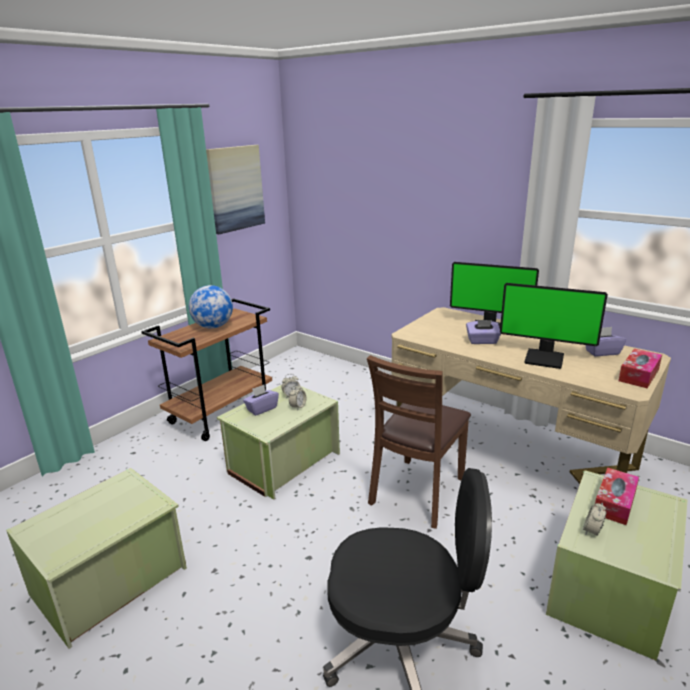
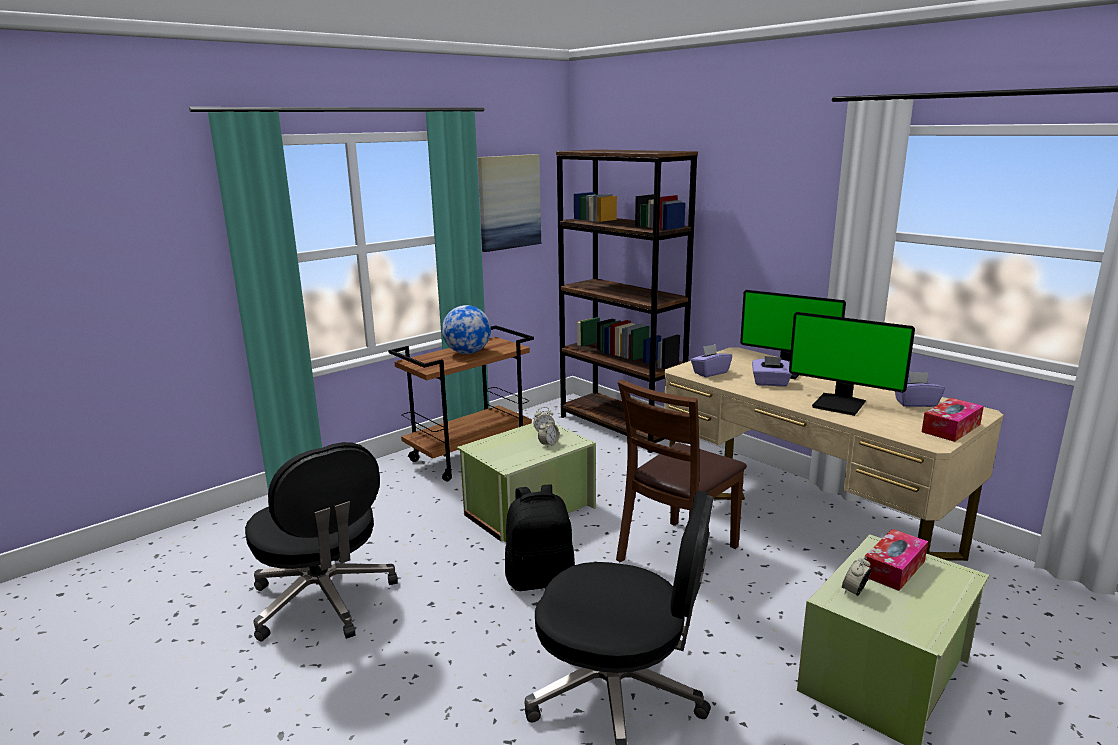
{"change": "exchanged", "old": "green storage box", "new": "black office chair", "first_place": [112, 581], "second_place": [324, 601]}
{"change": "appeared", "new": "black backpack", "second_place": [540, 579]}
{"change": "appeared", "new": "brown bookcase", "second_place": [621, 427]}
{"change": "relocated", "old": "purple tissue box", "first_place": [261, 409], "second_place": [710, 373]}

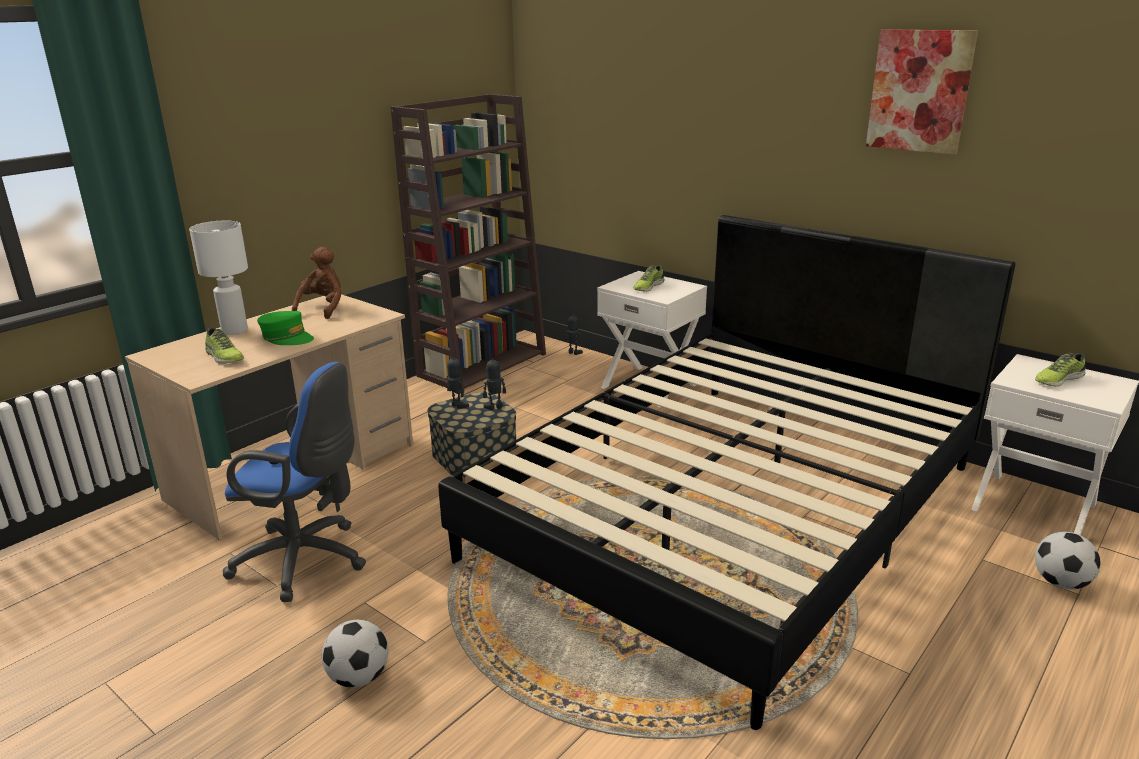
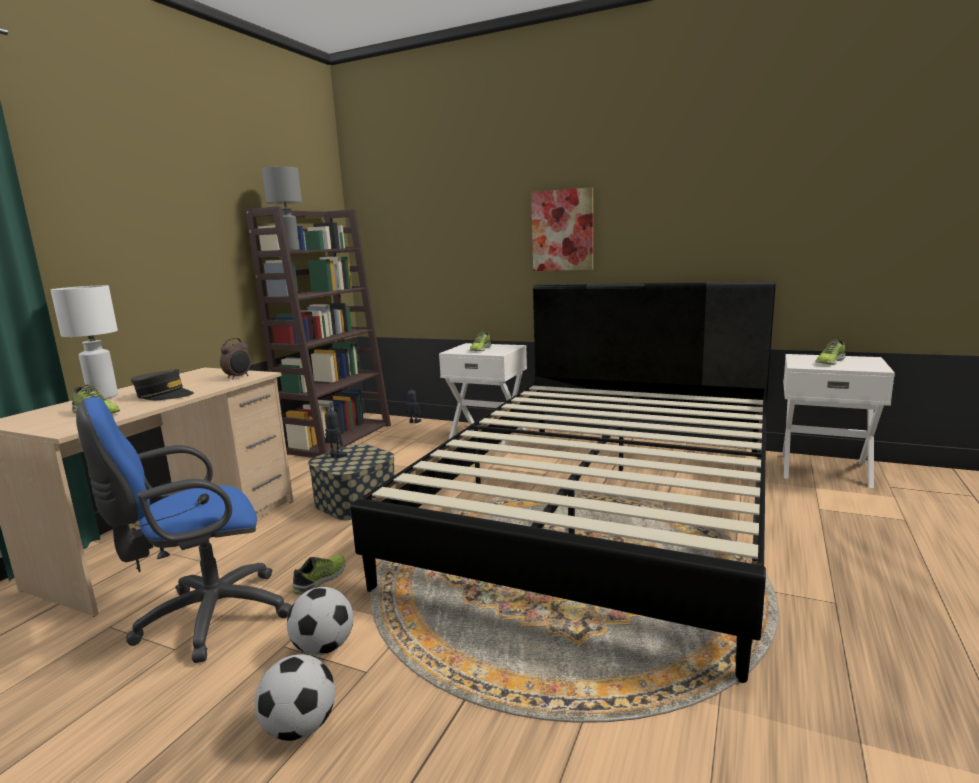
{"change": "spun", "old": "blue office chair", "first_place": [307, 561], "second_place": [206, 618], "degrees": 150}
{"change": "colour", "old": "green cap", "new": "grey cap", "first_place": [287, 337], "second_place": [164, 395]}
{"change": "appeared", "new": "alarm clock", "second_place": [238, 377]}
{"change": "appeared", "new": "grey table lamp", "second_place": [290, 250]}
{"change": "relocated", "old": "football", "first_place": [1060, 583], "second_place": [324, 648]}
{"change": "appeared", "new": "shoe", "second_place": [321, 579]}
{"change": "relocated", "old": "picture", "first_place": [919, 91], "second_place": [562, 230]}
{"change": "missing", "old": "brown plush toy", "first_place": [323, 308]}
{"change": "missing", "old": "toy robot", "first_place": [495, 407]}

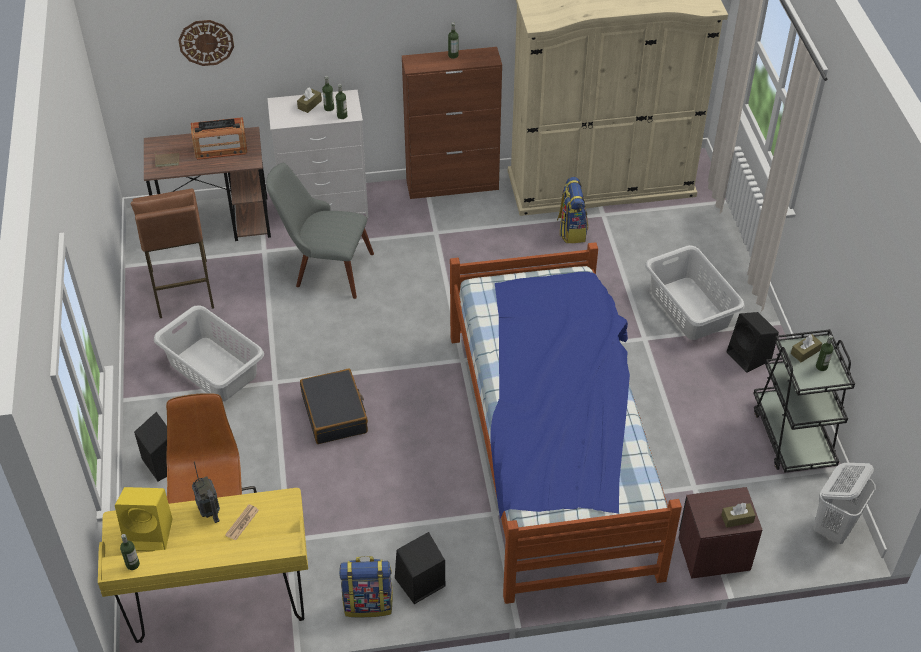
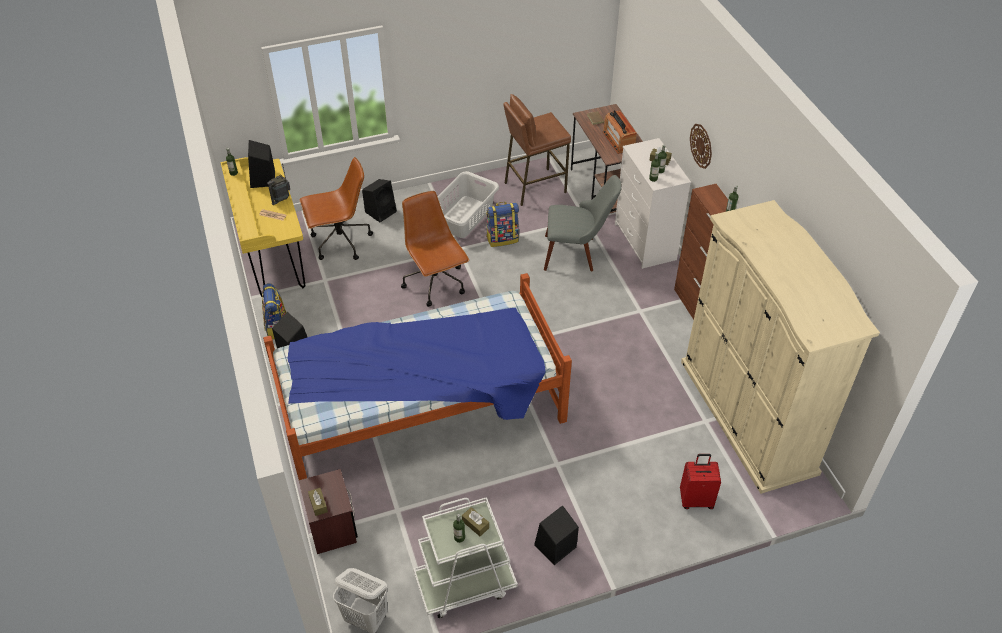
{"change": "colour", "old": "yellow speaker", "new": "black speaker", "first_place": [150, 534], "second_place": [263, 179]}
{"change": "exchanged", "old": "black suitcase", "new": "brown office chair", "first_place": [335, 414], "second_place": [435, 284]}
{"change": "colour", "old": "black cart", "new": "white cart", "first_place": [792, 436], "second_place": [465, 584]}
{"change": "relocated", "old": "backpack", "first_place": [571, 230], "second_place": [502, 238]}
{"change": "spun", "old": "grey chair", "first_place": [324, 268], "second_place": [577, 253], "degrees": 90}
{"change": "appeared", "new": "red suitcase", "second_place": [696, 499]}
{"change": "relocated", "old": "wall clock", "first_place": [206, 42], "second_place": [701, 146]}
{"change": "missing", "old": "grey laundry basket", "first_place": [689, 309]}

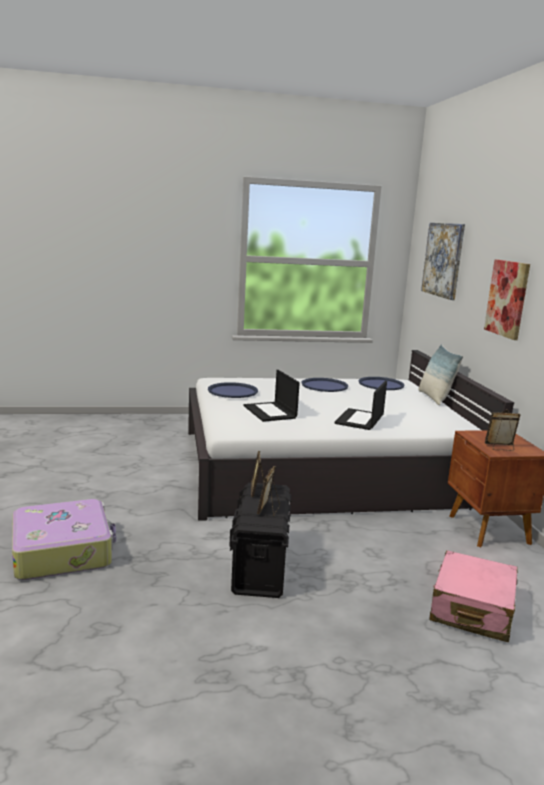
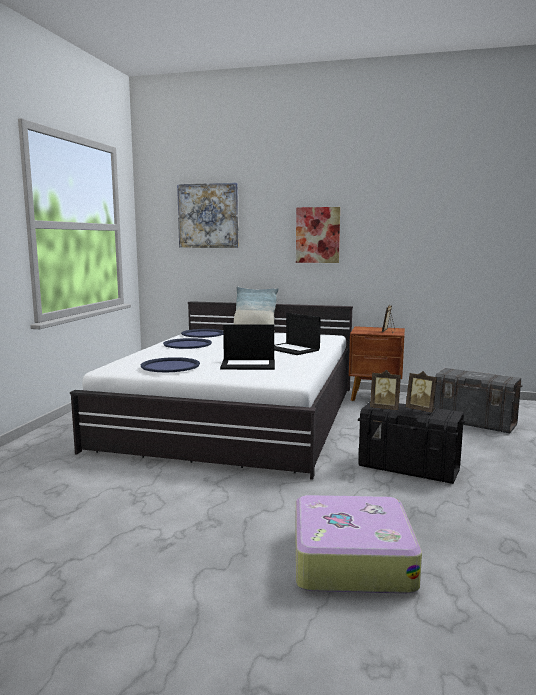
{"change": "exchanged", "old": "pink suitcase", "new": "grey storage box", "first_place": [472, 609], "second_place": [474, 422]}

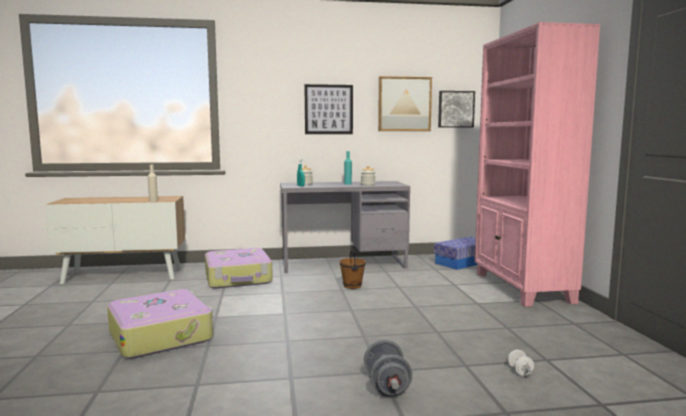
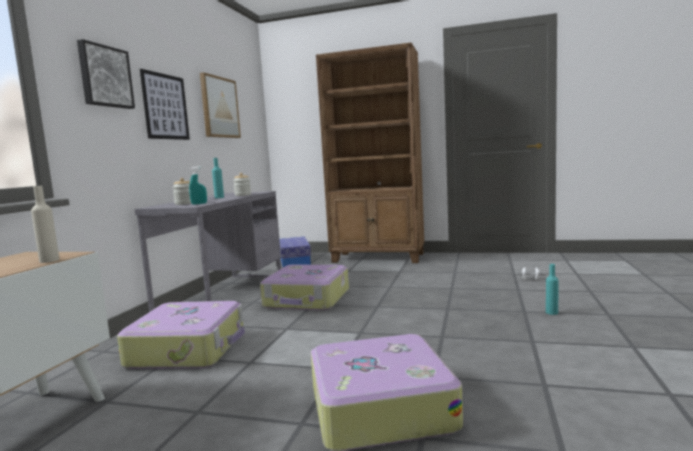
{"change": "relocated", "old": "picture", "first_place": [455, 109], "second_place": [105, 76]}
{"change": "exchanged", "old": "brown bucket", "new": "suitcase", "first_place": [352, 286], "second_place": [307, 299]}
{"change": "colour", "old": "pink bookcase", "new": "brown bookcase", "first_place": [522, 288], "second_place": [378, 258]}
{"change": "exchanged", "old": "grey dumbbell", "new": "turquoise bottle", "first_place": [387, 386], "second_place": [552, 312]}

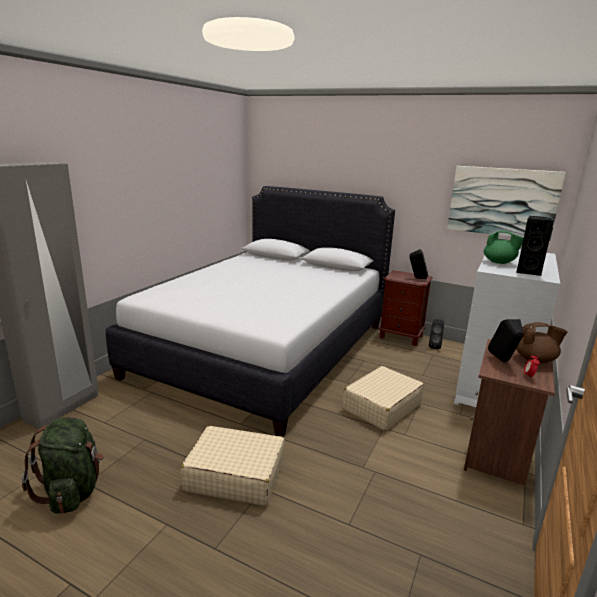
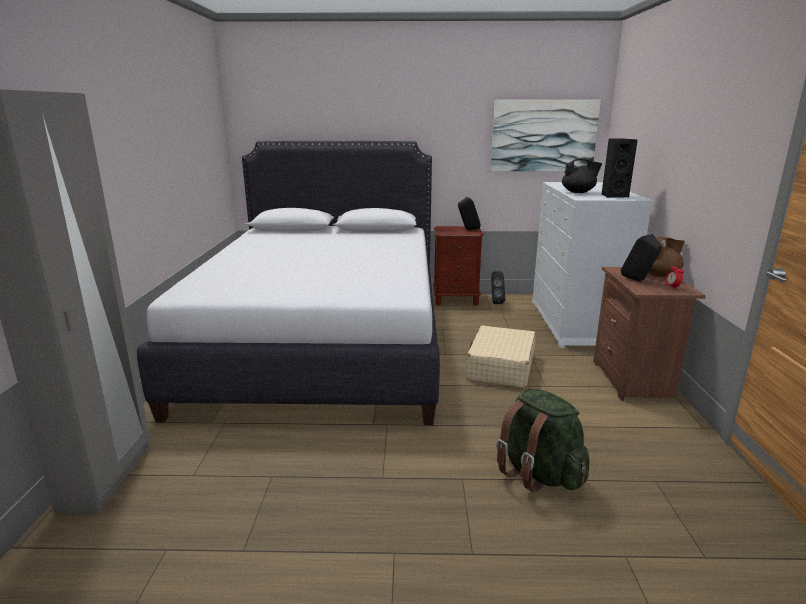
{"change": "relocated", "old": "green backpack", "first_place": [72, 491], "second_place": [538, 474]}
{"change": "colour", "old": "green teapot", "new": "black teapot", "first_place": [499, 262], "second_place": [578, 192]}
{"change": "missing", "old": "beige suitcase", "first_place": [235, 475]}

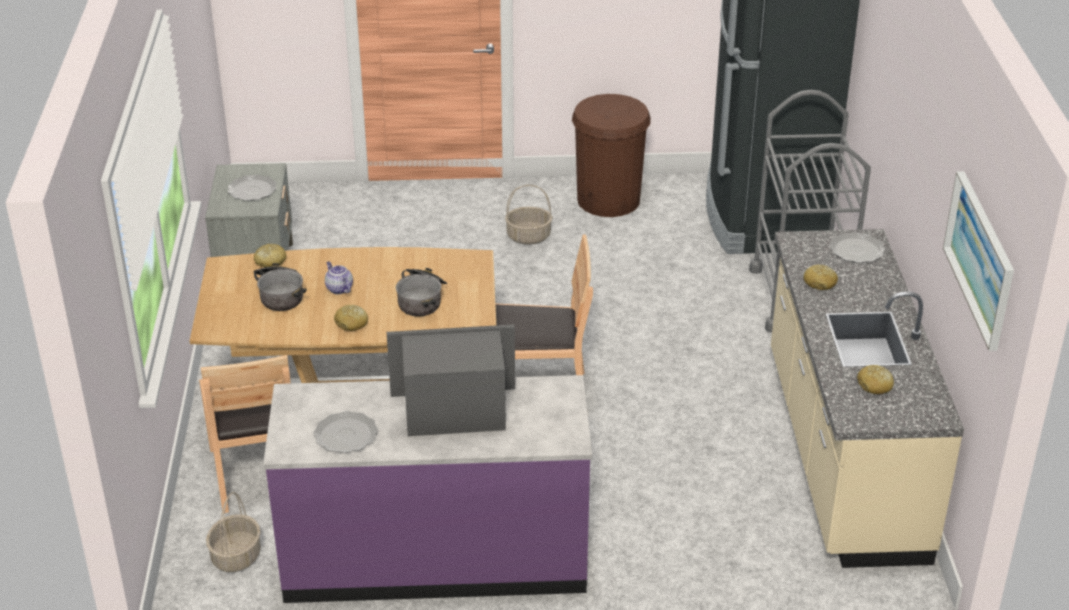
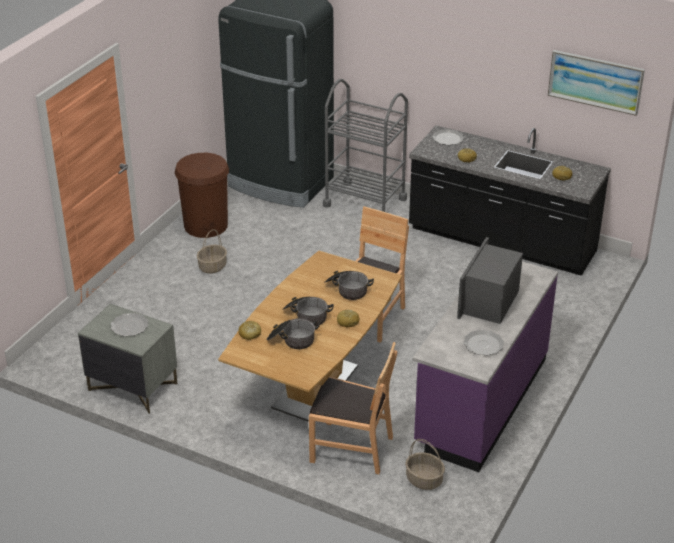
{"change": "exchanged", "old": "teapot", "new": "cooking pot", "first_place": [338, 288], "second_place": [306, 316]}
{"change": "colour", "old": "beige counter", "new": "black counter", "first_place": [842, 454], "second_place": [501, 242]}

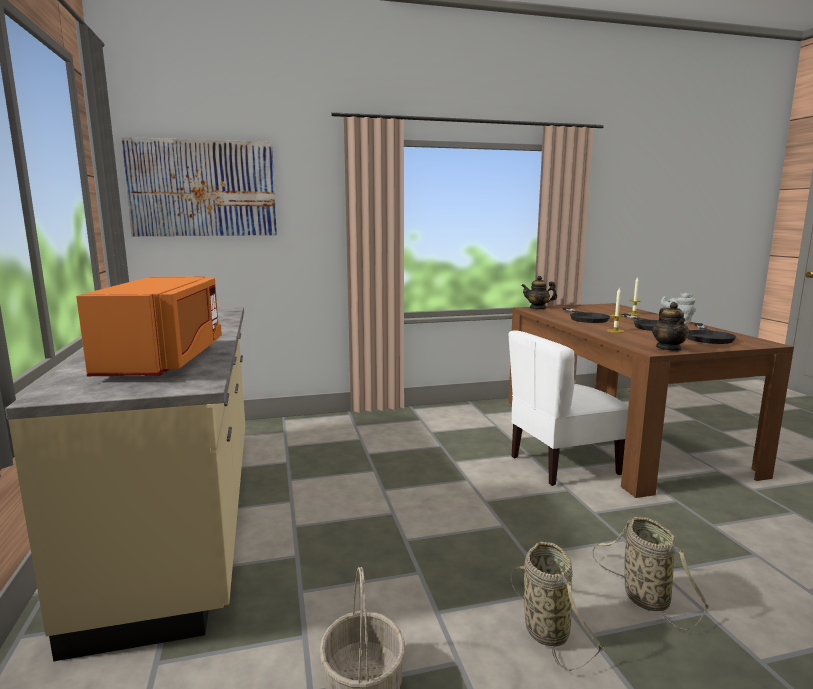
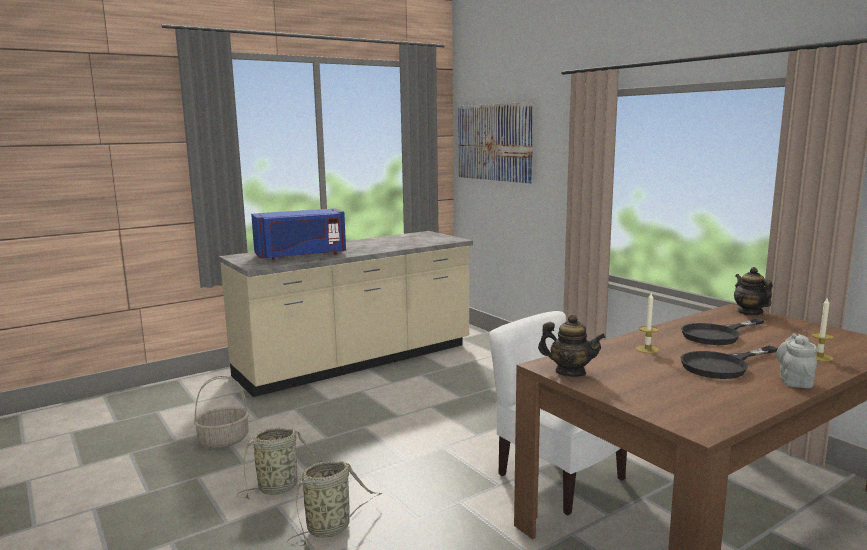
{"change": "colour", "old": "orange microwave", "new": "blue microwave", "first_place": [164, 360], "second_place": [301, 255]}
{"change": "spun", "old": "teapot", "first_place": [669, 348], "second_place": [570, 372], "degrees": -135}
{"change": "missing", "old": "black frying pan", "first_place": [707, 337]}

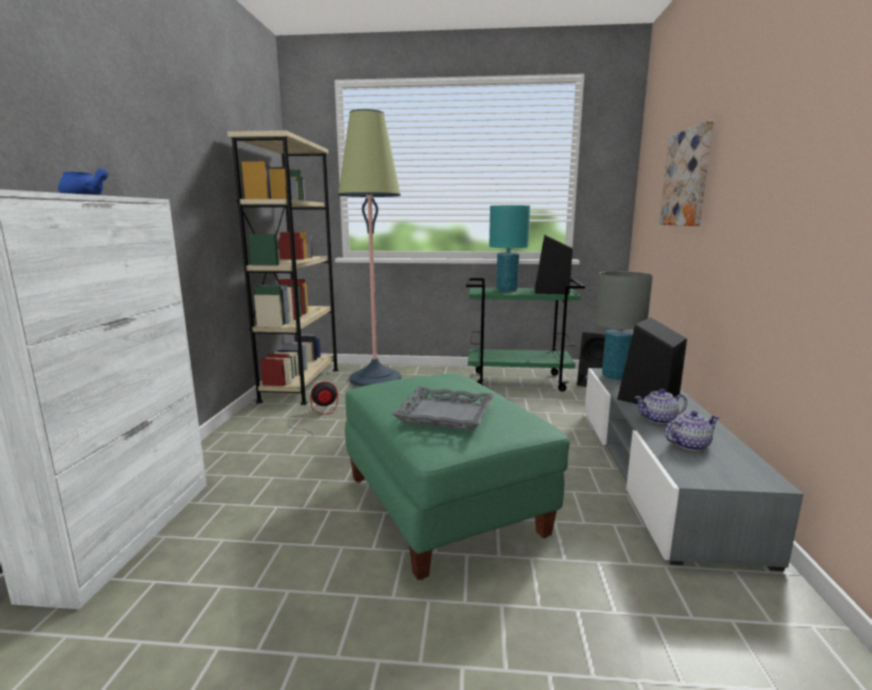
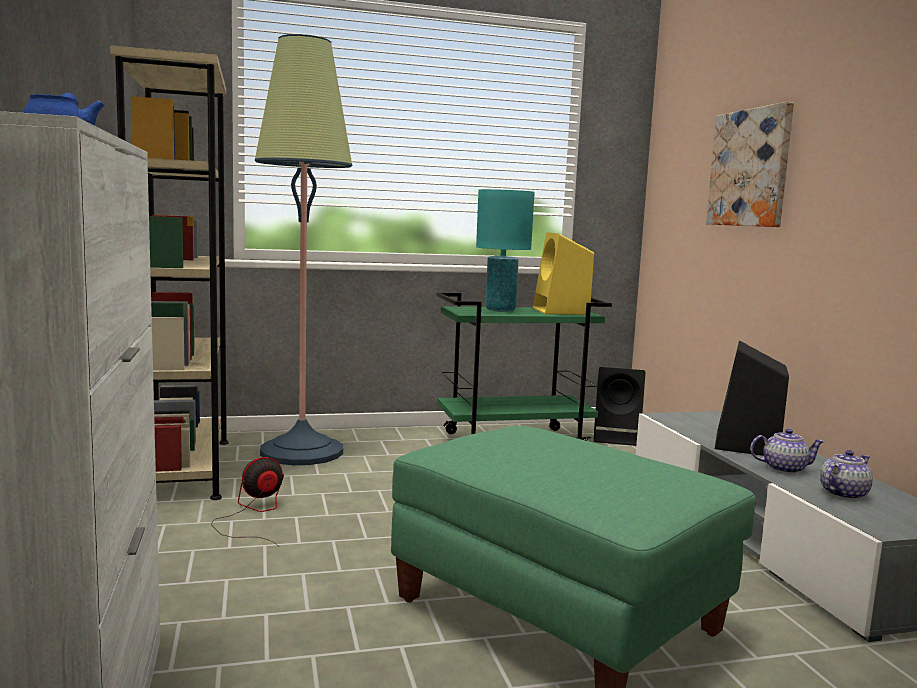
{"change": "colour", "old": "black speaker", "new": "yellow speaker", "first_place": [551, 291], "second_place": [561, 311]}
{"change": "spun", "old": "teapot", "first_place": [659, 419], "second_place": [783, 468], "degrees": -150}
{"change": "missing", "old": "grey tray", "first_place": [444, 414]}
{"change": "missing", "old": "grey table lamp", "first_place": [615, 376]}

